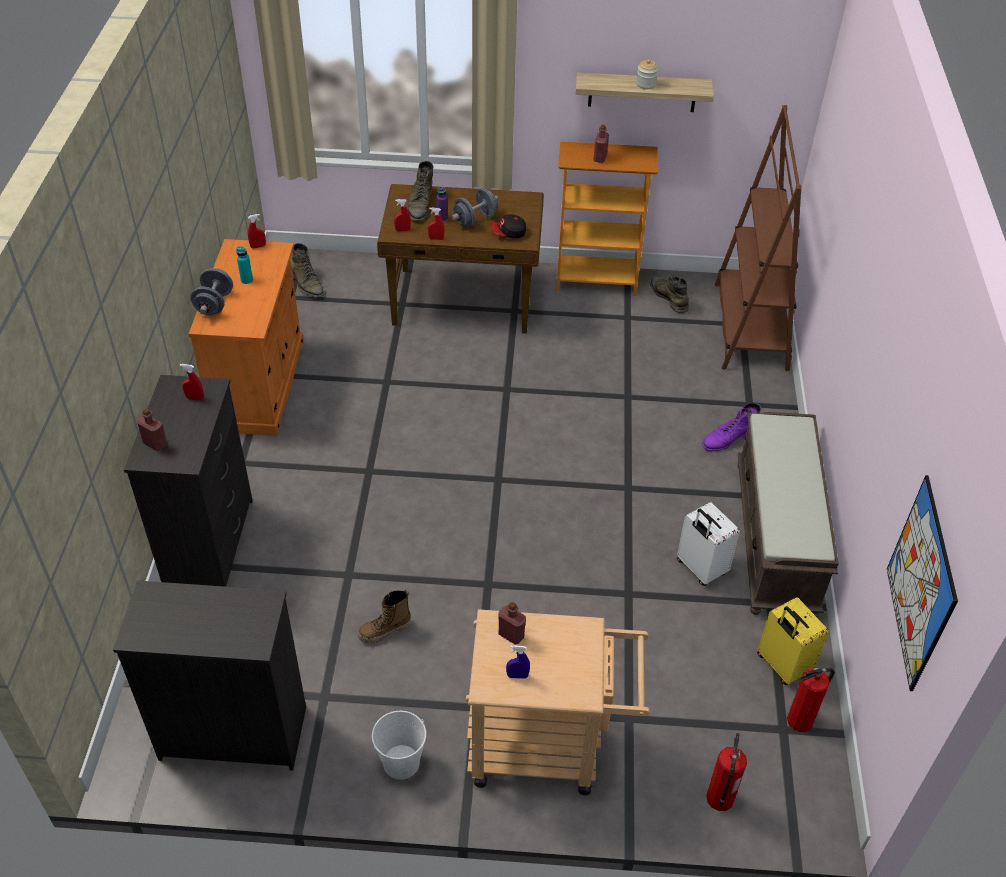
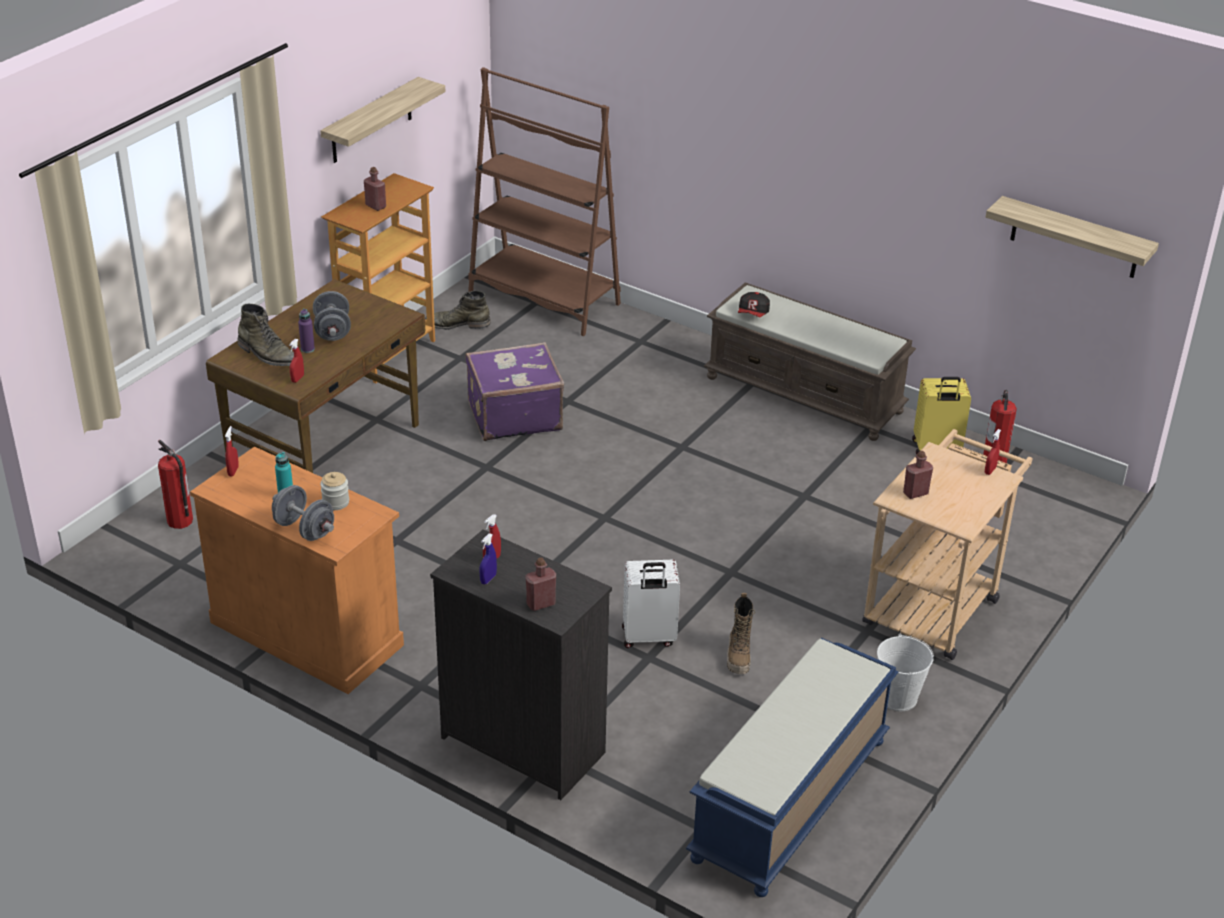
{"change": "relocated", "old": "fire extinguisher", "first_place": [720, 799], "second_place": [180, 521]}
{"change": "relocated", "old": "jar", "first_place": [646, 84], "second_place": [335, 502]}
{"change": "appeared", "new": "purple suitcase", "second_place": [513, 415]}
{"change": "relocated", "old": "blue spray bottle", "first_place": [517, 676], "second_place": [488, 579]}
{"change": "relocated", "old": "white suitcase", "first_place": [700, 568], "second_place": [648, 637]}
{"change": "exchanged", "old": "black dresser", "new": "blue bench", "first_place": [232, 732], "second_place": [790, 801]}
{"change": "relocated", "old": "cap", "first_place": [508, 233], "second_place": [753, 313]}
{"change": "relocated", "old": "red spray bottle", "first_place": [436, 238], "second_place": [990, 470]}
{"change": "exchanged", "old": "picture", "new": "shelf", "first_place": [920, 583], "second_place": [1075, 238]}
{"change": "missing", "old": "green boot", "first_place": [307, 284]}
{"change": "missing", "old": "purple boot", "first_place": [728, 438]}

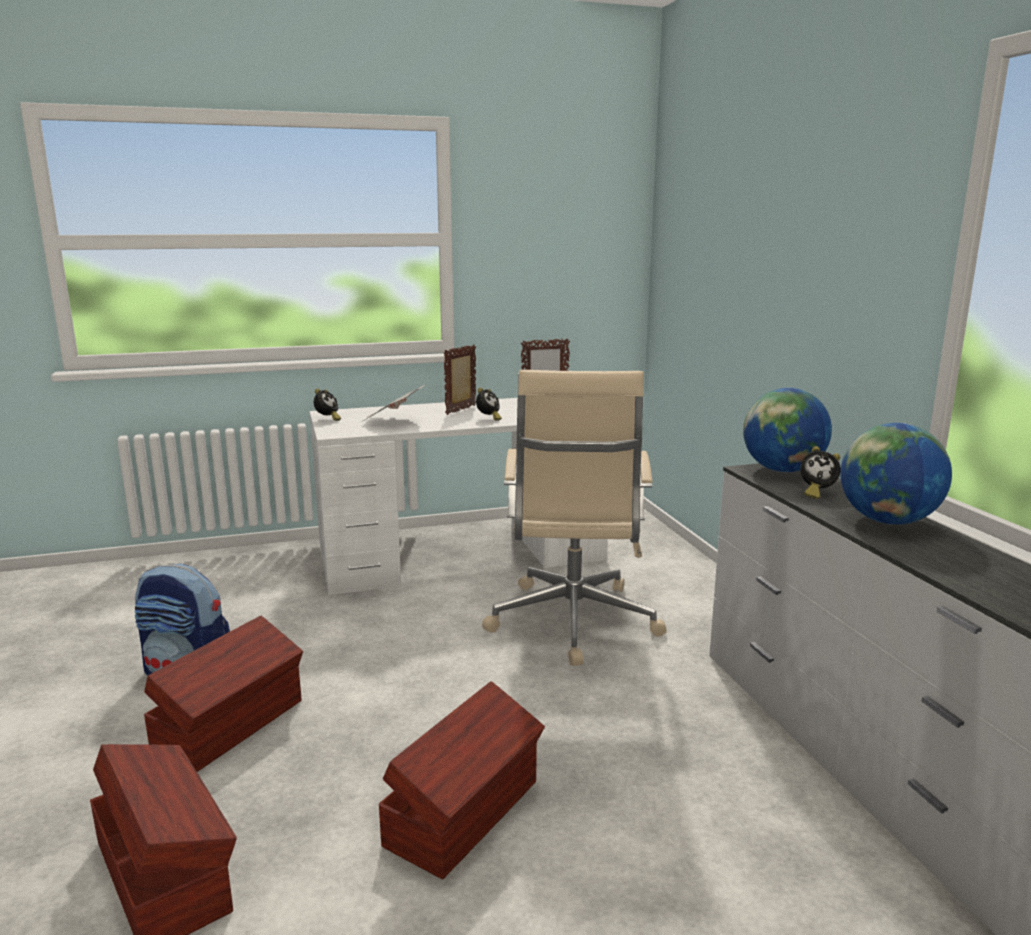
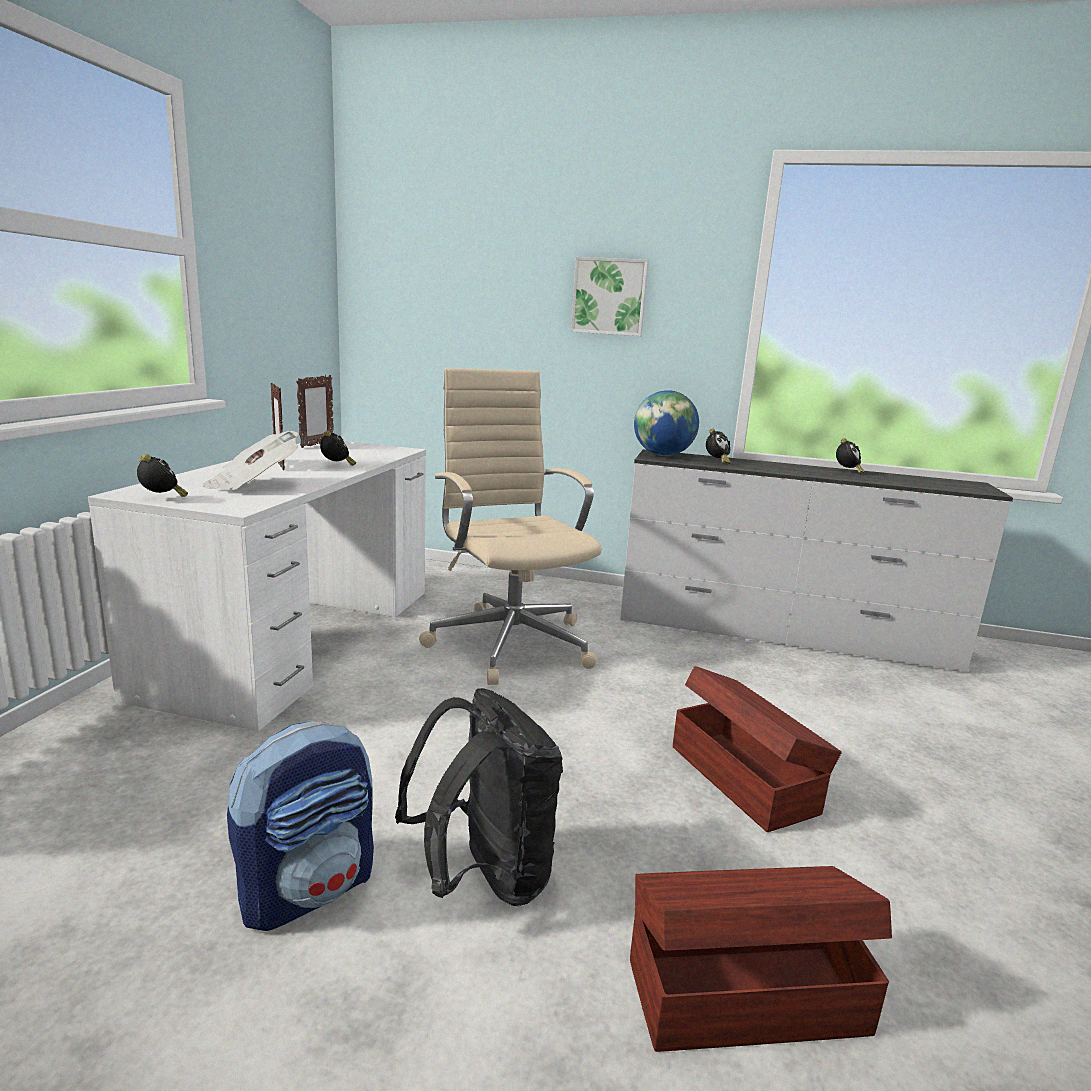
{"change": "exchanged", "old": "brown storage box", "new": "black backpack", "first_place": [232, 725], "second_place": [484, 877]}
{"change": "spun", "old": "beige office chair", "first_place": [572, 623], "second_place": [510, 642], "degrees": -150}
{"change": "appeared", "new": "picture", "second_place": [609, 297]}
{"change": "appeared", "new": "alarm clock", "second_place": [847, 472]}
{"change": "missing", "old": "globe", "first_place": [887, 521]}

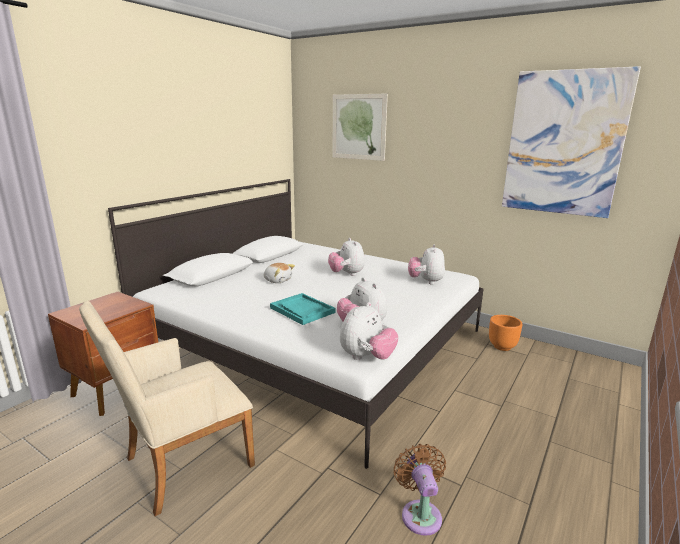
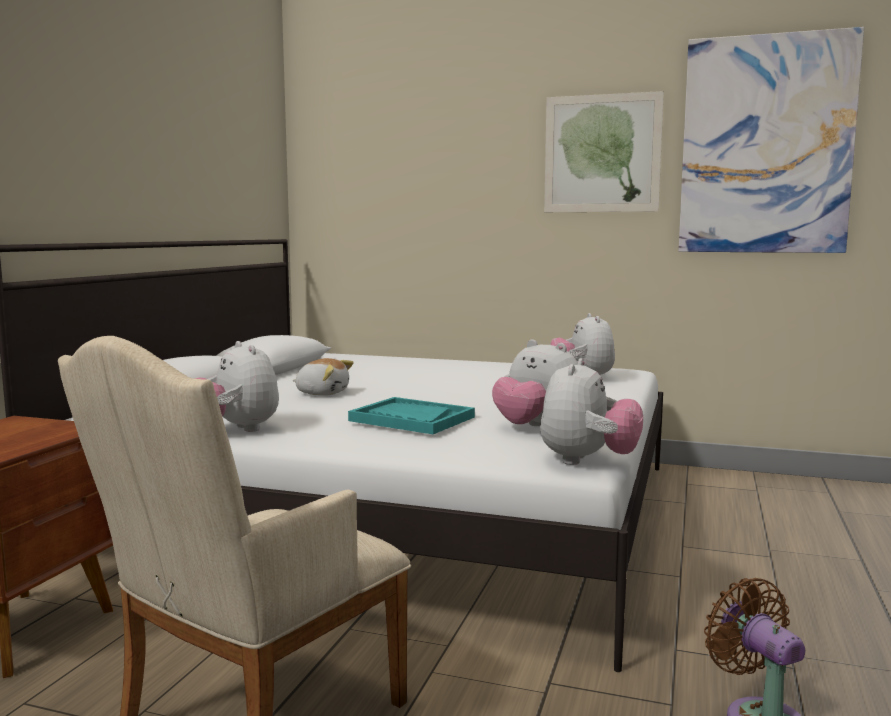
{"change": "relocated", "old": "plush toy", "first_place": [346, 274], "second_place": [236, 430]}
{"change": "relocated", "old": "picture", "first_place": [358, 127], "second_place": [602, 154]}
{"change": "missing", "old": "orange planter", "first_place": [502, 346]}

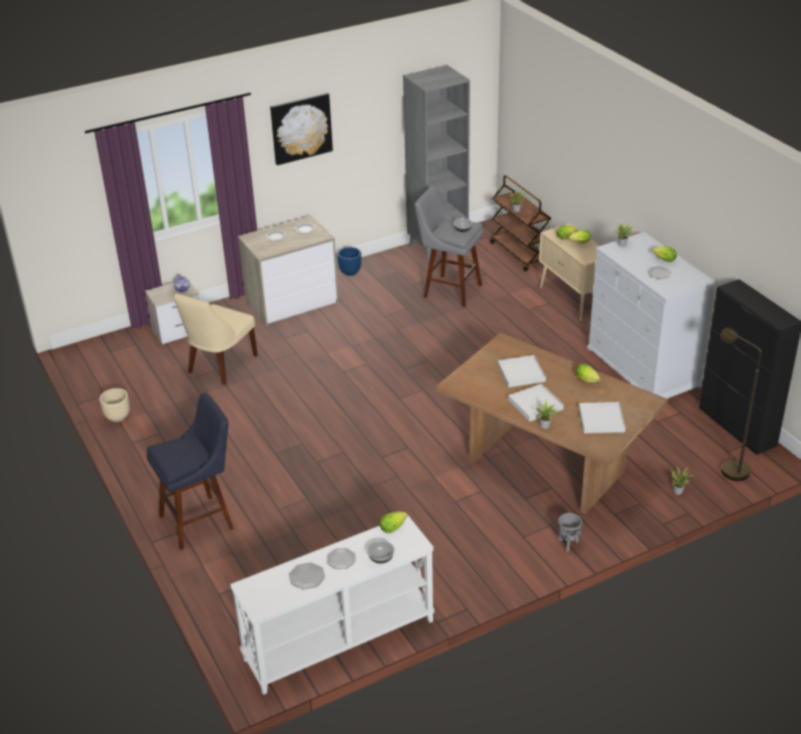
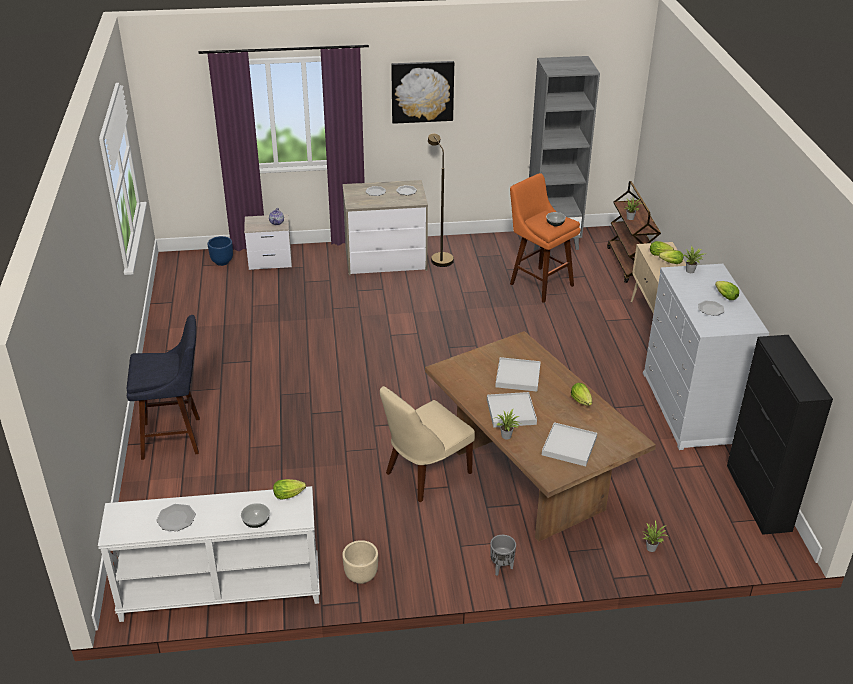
{"change": "relocated", "old": "blue planter", "first_place": [350, 272], "second_place": [221, 262]}
{"change": "relocated", "old": "beige planter", "first_place": [117, 417], "second_place": [361, 576]}
{"change": "relocated", "old": "beige chair", "first_place": [220, 366], "second_place": [425, 474]}
{"change": "relocated", "old": "brown floor lamp", "first_place": [728, 468], "second_place": [439, 257]}
{"change": "colour", "old": "grey stool", "new": "orange stool", "first_place": [449, 290], "second_place": [538, 283]}
{"change": "missing", "old": "plate", "first_place": [341, 559]}

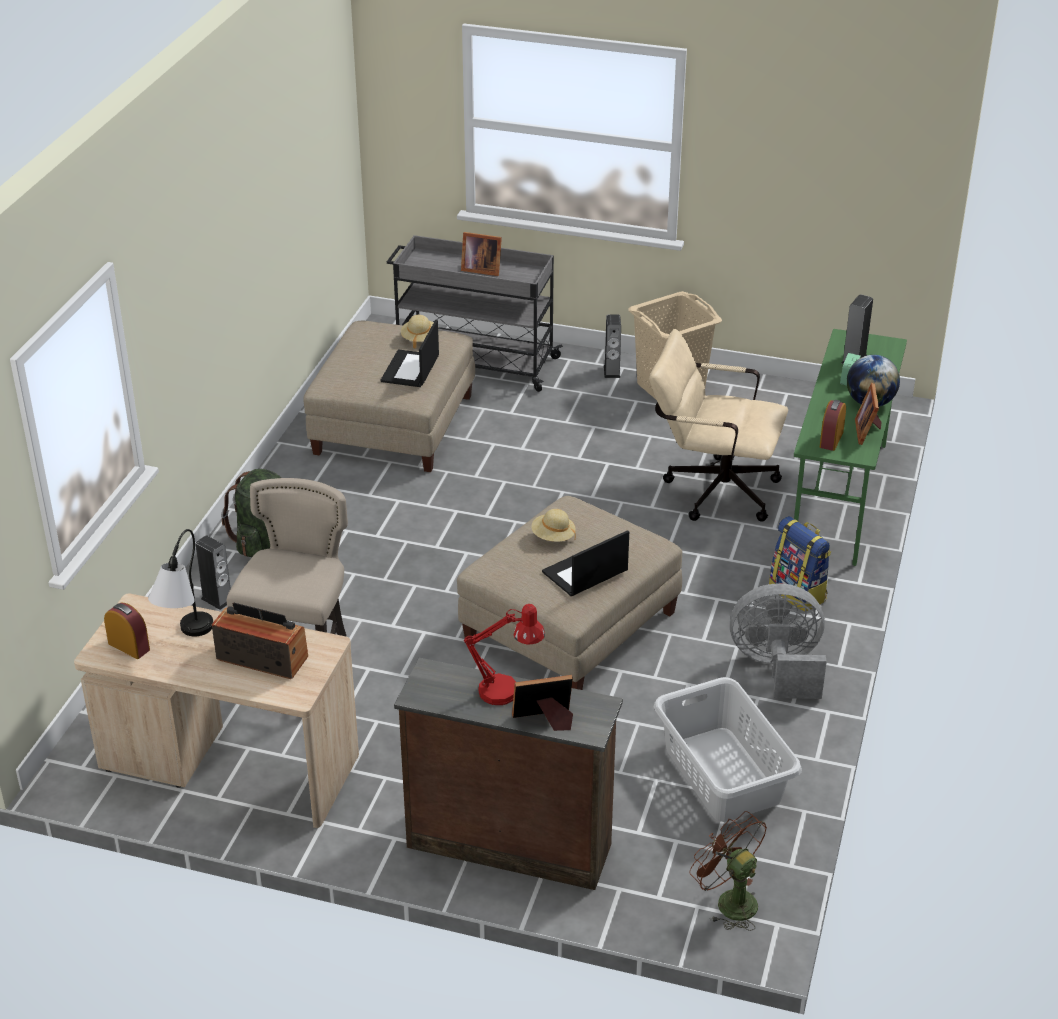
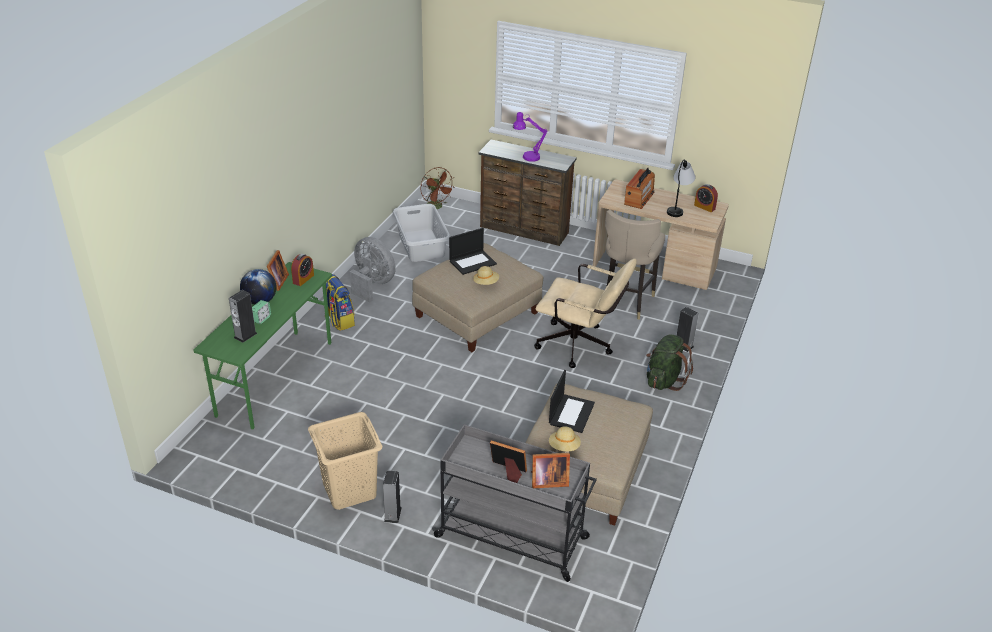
{"change": "spun", "old": "grey fan", "first_place": [777, 668], "second_place": [372, 285], "degrees": -150}
{"change": "colour", "old": "red table lamp", "new": "purple table lamp", "first_place": [507, 691], "second_place": [527, 157]}
{"change": "relocated", "old": "picture frame", "first_place": [545, 720], "second_place": [547, 481]}
{"change": "relocated", "old": "beige office chair", "first_place": [712, 489], "second_place": [580, 346]}
{"change": "spun", "old": "radio", "first_place": [262, 658], "second_place": [639, 198], "degrees": -90}

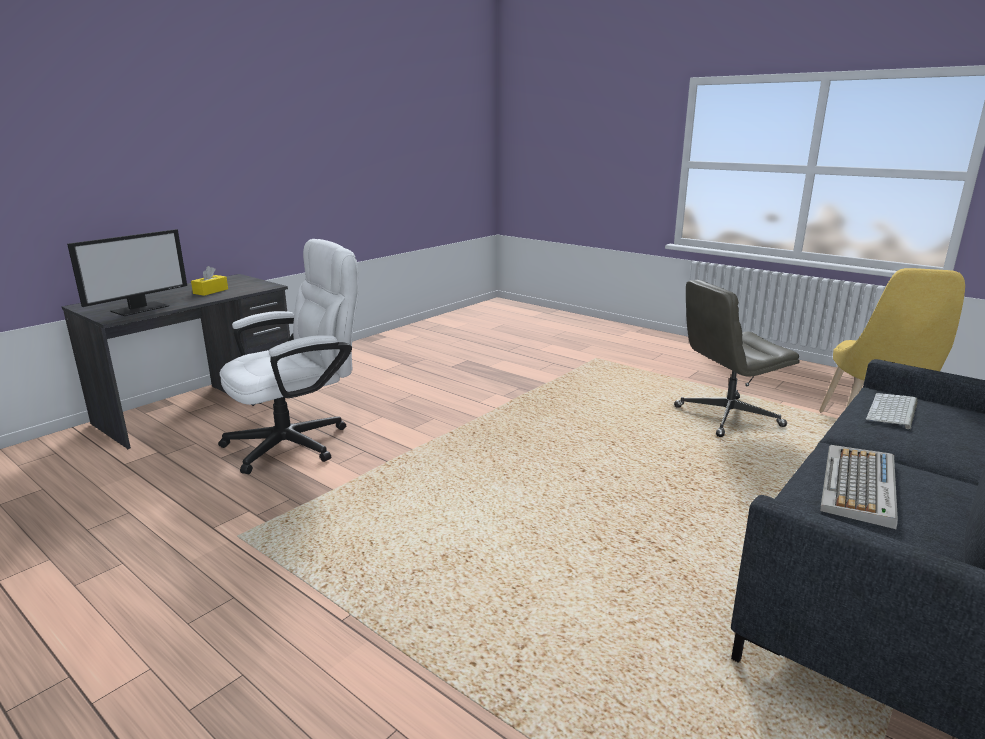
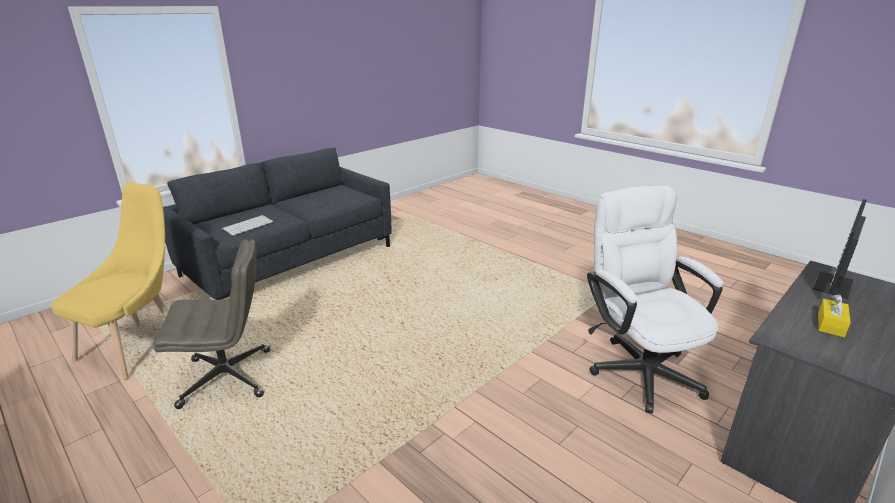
{"change": "spun", "old": "white office chair", "first_place": [299, 441], "second_place": [638, 366], "degrees": 105}
{"change": "missing", "old": "keyboard", "first_place": [859, 486]}

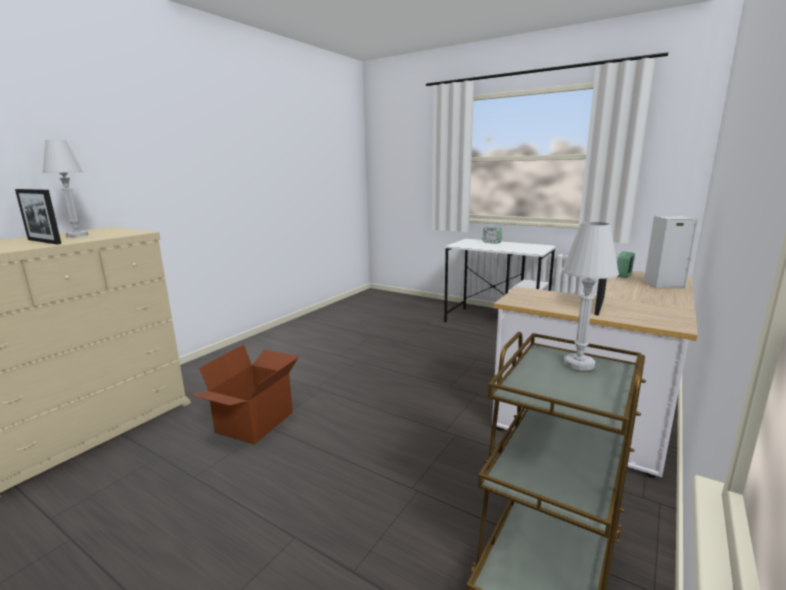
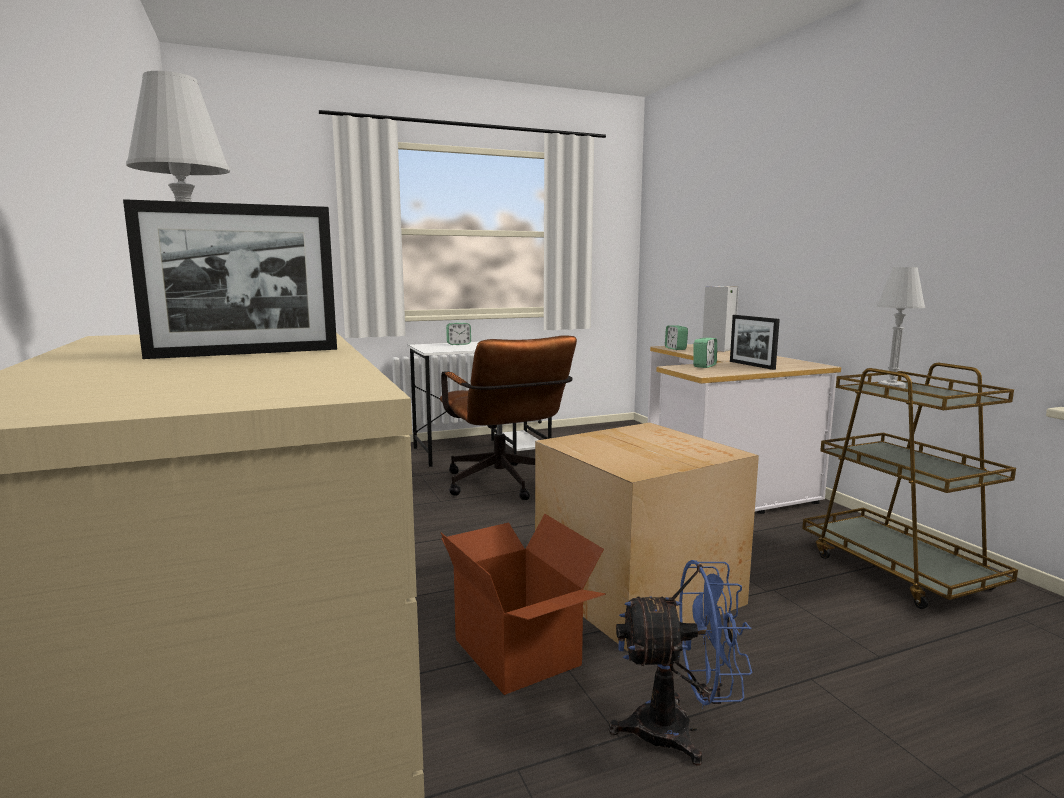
{"change": "appeared", "new": "brown office chair", "second_place": [504, 486]}
{"change": "appeared", "new": "cardboard box", "second_place": [637, 589]}
{"change": "appeared", "new": "blue fan", "second_place": [678, 731]}
{"change": "appeared", "new": "alarm clock", "second_place": [704, 366]}

